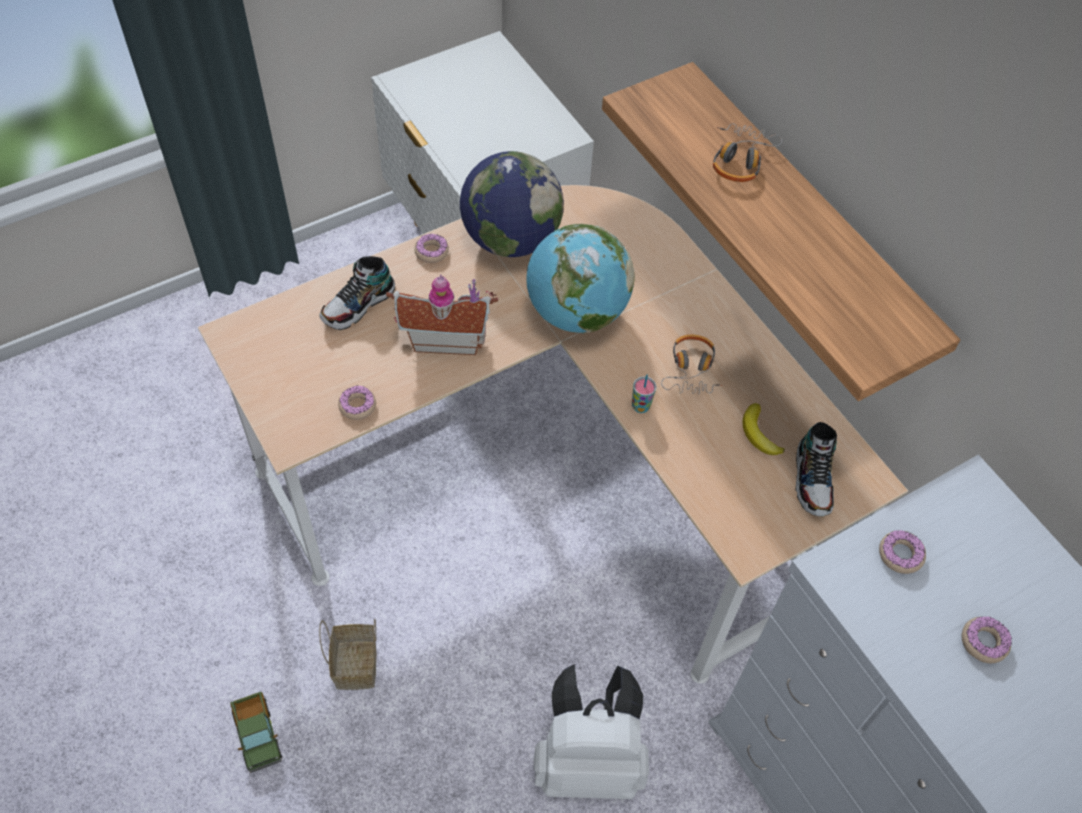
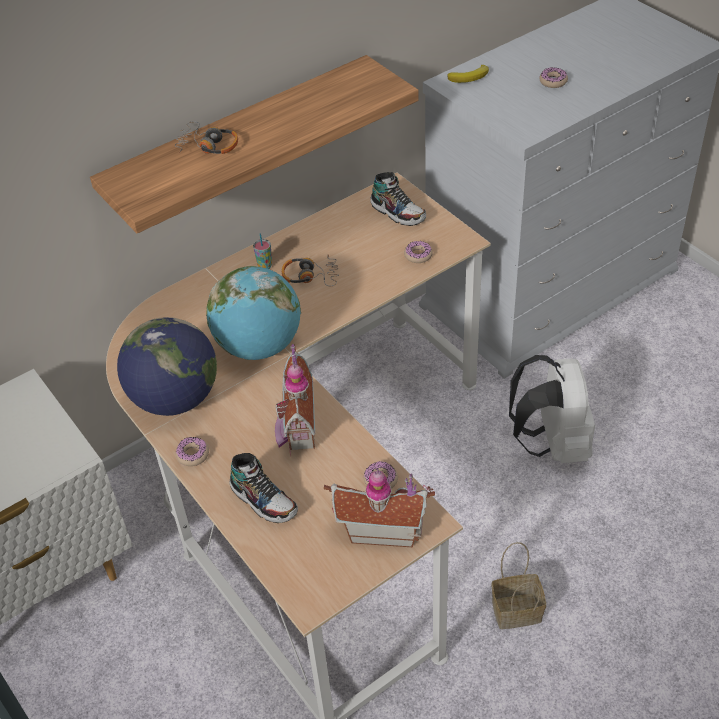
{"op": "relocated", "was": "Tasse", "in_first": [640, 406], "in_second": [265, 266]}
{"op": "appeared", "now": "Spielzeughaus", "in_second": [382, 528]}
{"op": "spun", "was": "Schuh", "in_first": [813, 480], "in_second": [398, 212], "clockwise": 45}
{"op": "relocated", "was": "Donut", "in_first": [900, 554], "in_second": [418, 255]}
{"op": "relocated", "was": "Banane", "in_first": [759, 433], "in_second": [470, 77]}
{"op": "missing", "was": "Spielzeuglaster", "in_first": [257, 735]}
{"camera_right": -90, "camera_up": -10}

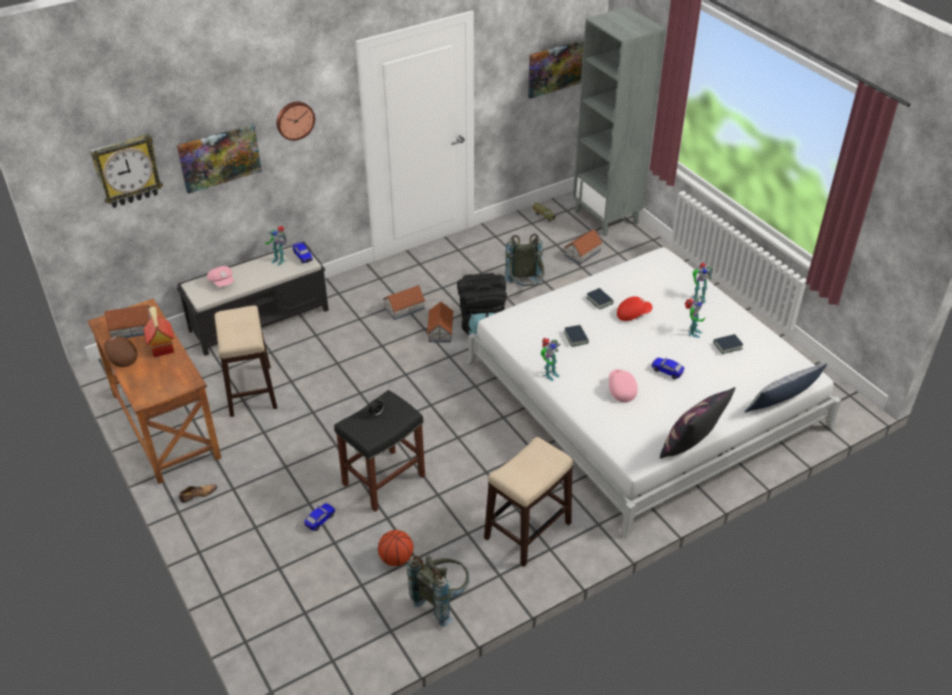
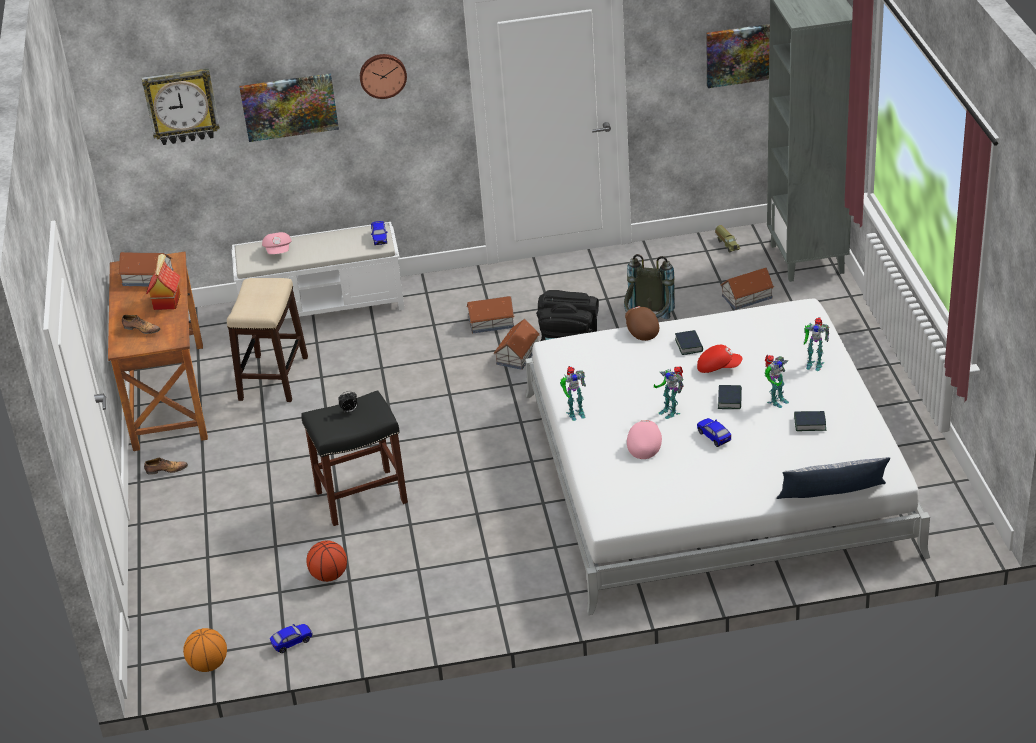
{"op": "appeared", "now": "Schuh", "in_second": [141, 329]}
{"op": "appeared", "now": "Basketball", "in_second": [208, 665]}
{"op": "colour", "was": "Bank (schwarz)", "now": "Bank (weiß)", "in_first": [260, 319], "in_second": [324, 306]}
{"op": "relocated", "was": "Spielzeugauto", "in_first": [320, 520], "in_second": [292, 642]}
{"op": "relocated", "was": "Kappe (braun)", "in_first": [120, 356], "in_second": [640, 329]}
{"op": "relocated", "was": "Spielzeugroboter", "in_first": [279, 259], "in_second": [670, 411]}
{"op": "relocated", "was": "Buch", "in_first": [576, 338], "in_second": [730, 400]}
{"op": "missing", "was": "Rucksack (grau)", "in_first": [442, 600]}
{"op": "missing", "was": "Hocker", "in_first": [528, 530]}
{"op": "missing", "was": "Kissen", "in_first": [690, 445]}
{"camera_right": 25, "camera_up": -5}

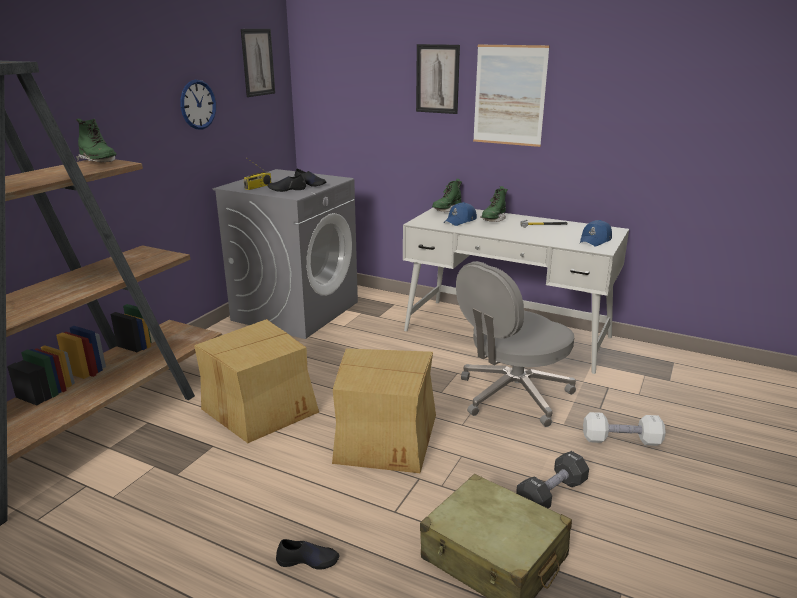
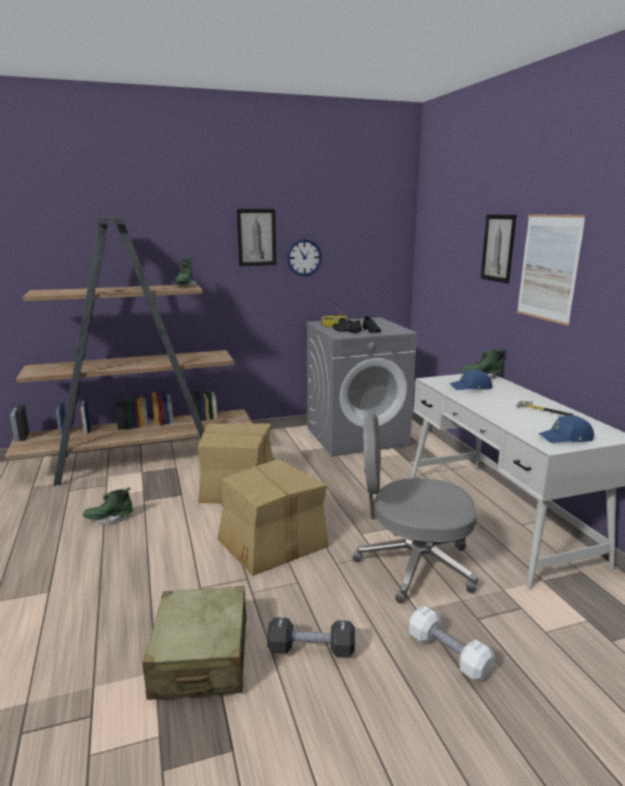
{"op": "relocated", "was": "Stiefel (grün)", "in_first": [493, 220], "in_second": [109, 519]}
{"op": "relocated", "was": "Bild", "in_first": [258, 62], "in_second": [256, 237]}
{"op": "missing", "was": "Schuh (schwarz)", "in_first": [308, 560]}
{"camera_right": 45, "camera_up": -5}

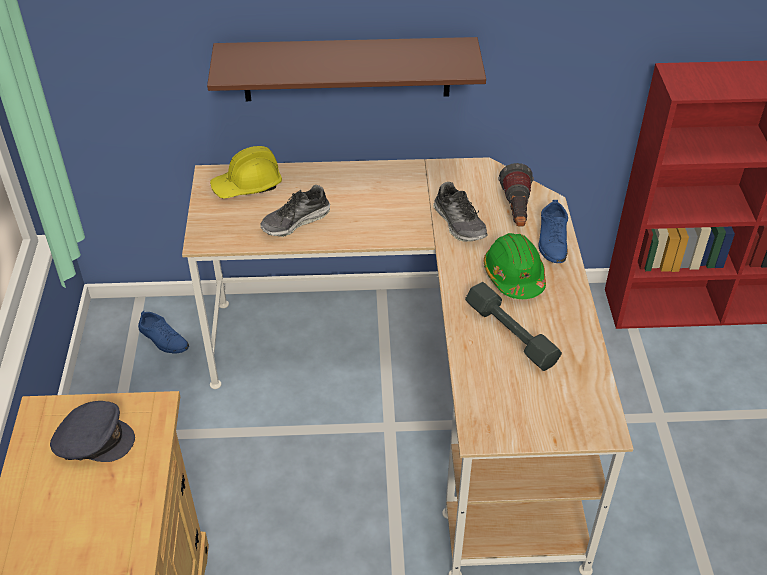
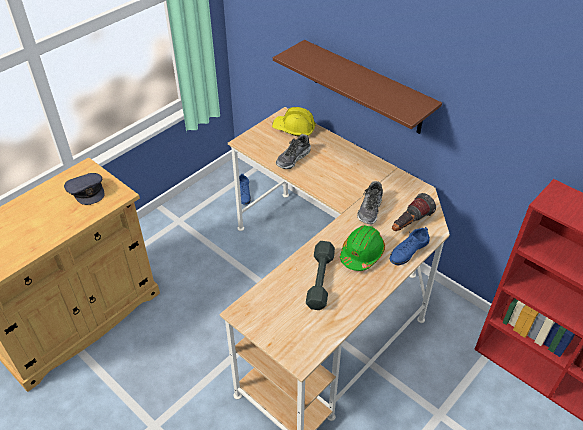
{"op": "spun", "was": "Schuh", "in_first": [296, 221], "in_second": [293, 158], "clockwise": -60}
{"camera_right": 45, "camera_up": 0}

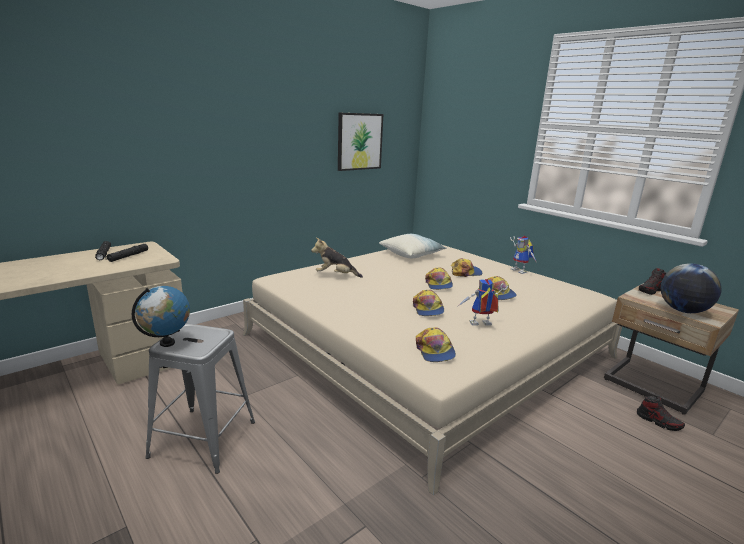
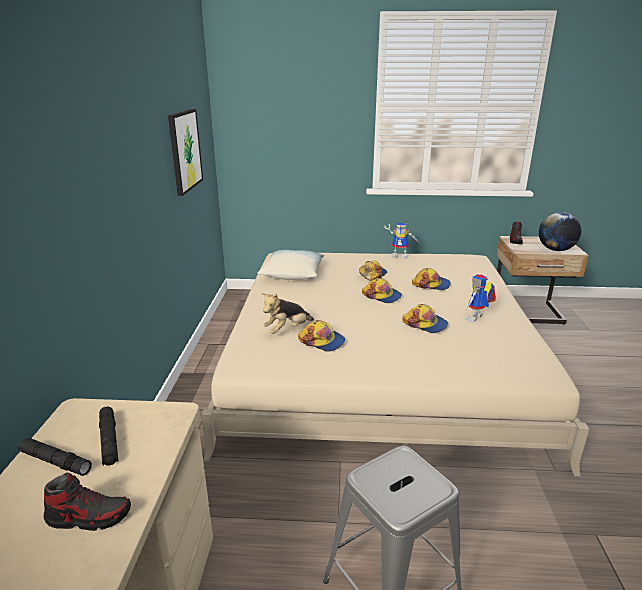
{"op": "relocated", "was": "Schuh", "in_first": [658, 422], "in_second": [89, 517]}
{"op": "relocated", "was": "Kappe", "in_first": [435, 351], "in_second": [322, 341]}
{"op": "missing", "was": "Globus", "in_first": [167, 343]}
{"camera_right": -45, "camera_up": 5}

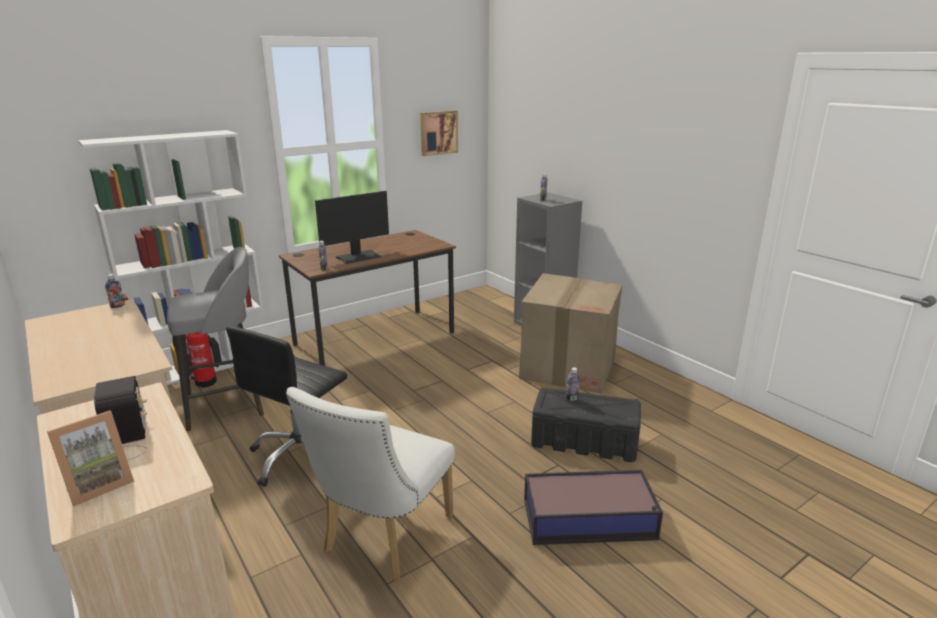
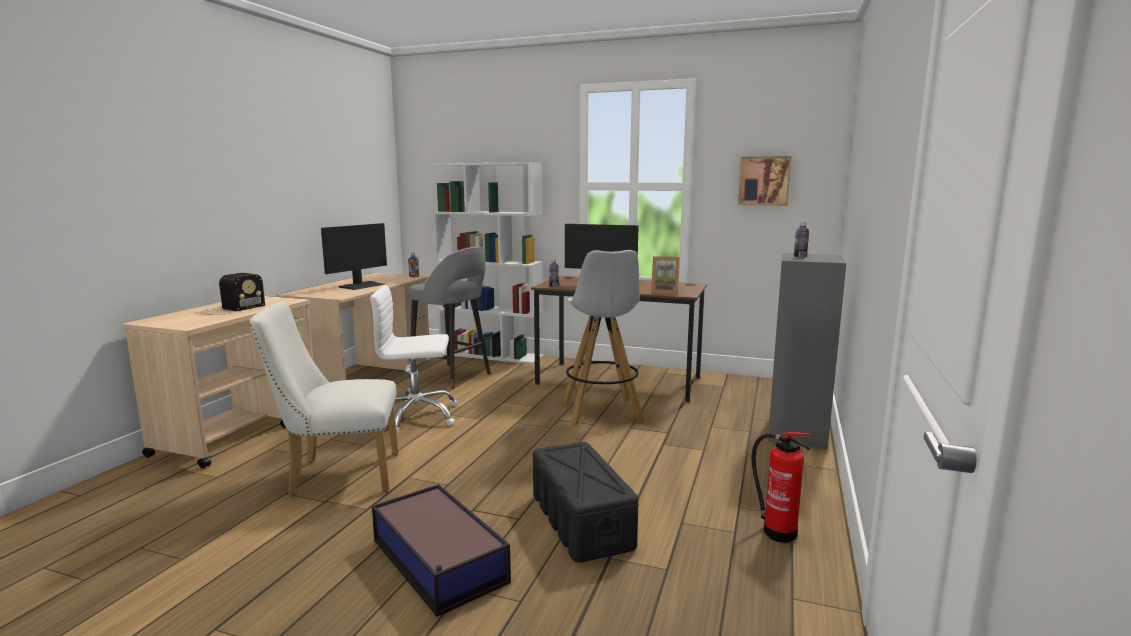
{"op": "appeared", "now": "Monitor", "in_second": [362, 285]}
{"op": "colour", "was": "Bürostuhl (schwarz)", "now": "Bürostuhl (weiß)", "in_first": [301, 456], "in_second": [415, 416]}
{"op": "appeared", "now": "Hocker (weiß)", "in_second": [602, 412]}
{"op": "relocated", "was": "Bilderrahmen", "in_first": [98, 484], "in_second": [664, 292]}
{"op": "relocated", "was": "Feuerlöscher", "in_first": [203, 382], "in_second": [777, 531]}
{"op": "missing", "was": "Karton", "in_first": [568, 366]}
{"op": "missing", "was": "Flasche", "in_first": [572, 398]}
{"camera_right": 55, "camera_up": -10}

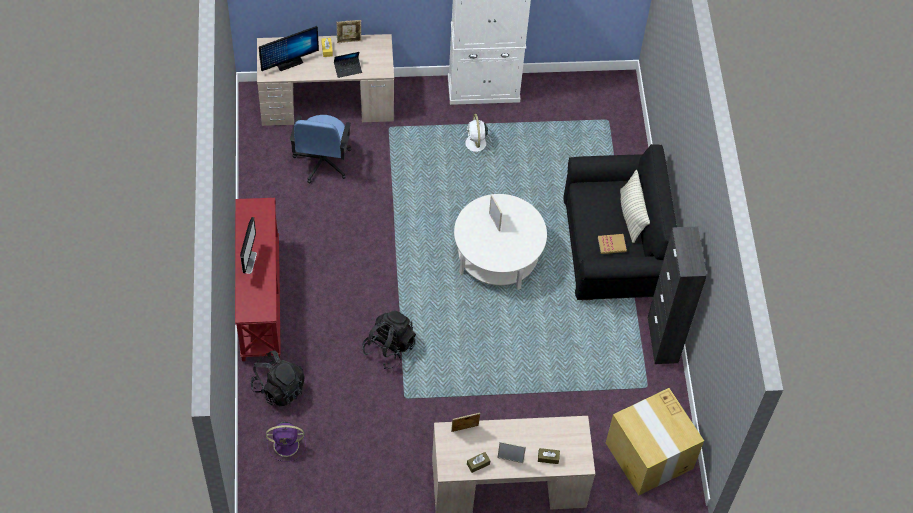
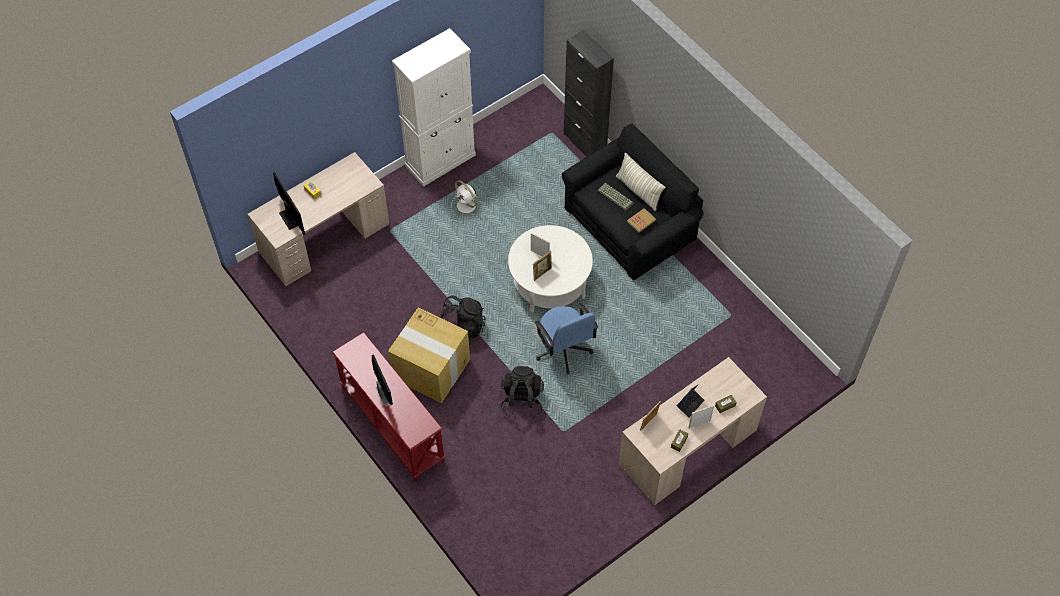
{"op": "spun", "was": "Monitor", "in_first": [289, 62], "in_second": [289, 219], "clockwise": -60}
{"op": "relocated", "was": "Karton", "in_first": [649, 456], "in_second": [432, 369]}
{"op": "relocated", "was": "Rucksack (schwarz)", "in_first": [279, 388], "in_second": [462, 326]}
{"op": "relocated", "was": "Bilderrahmen", "in_first": [349, 40], "in_second": [542, 273]}
{"op": "relocated", "was": "Bürostuhl (blau)", "in_first": [322, 162], "in_second": [563, 350]}
{"op": "relocated", "was": "Schrank (schwarz)", "in_first": [662, 340], "in_second": [585, 143]}
{"op": "appeared", "now": "Tastatur", "in_second": [616, 197]}
{"op": "relocated", "was": "Laptop", "in_first": [348, 69], "in_second": [690, 404]}
{"op": "missing", "was": "Ventilator (lila)", "in_first": [287, 445]}
{"camera_right": -30, "camera_up": 0}

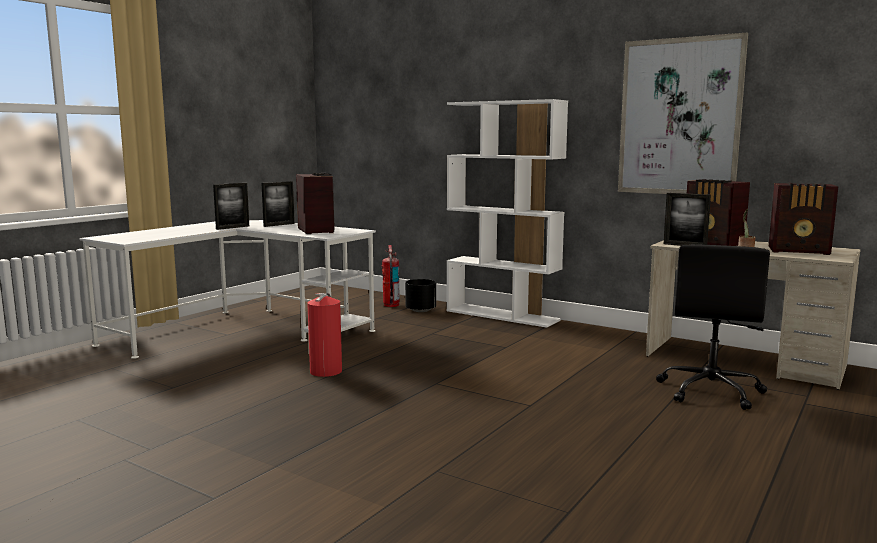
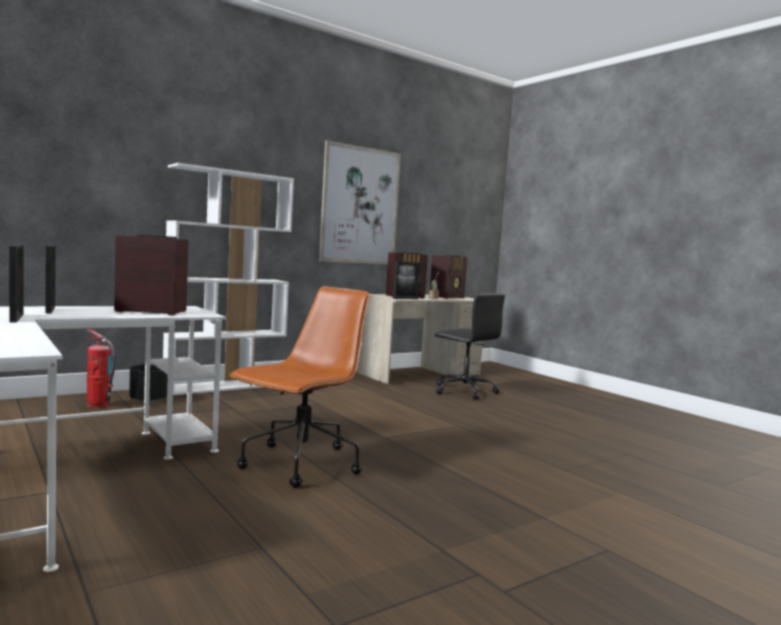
{"op": "exchanged", "was": "Feuerlöscher", "now": "Bürostuhl (braun)", "in_first": [326, 370], "in_second": [300, 465]}
{"camera_right": -70, "camera_up": -5}

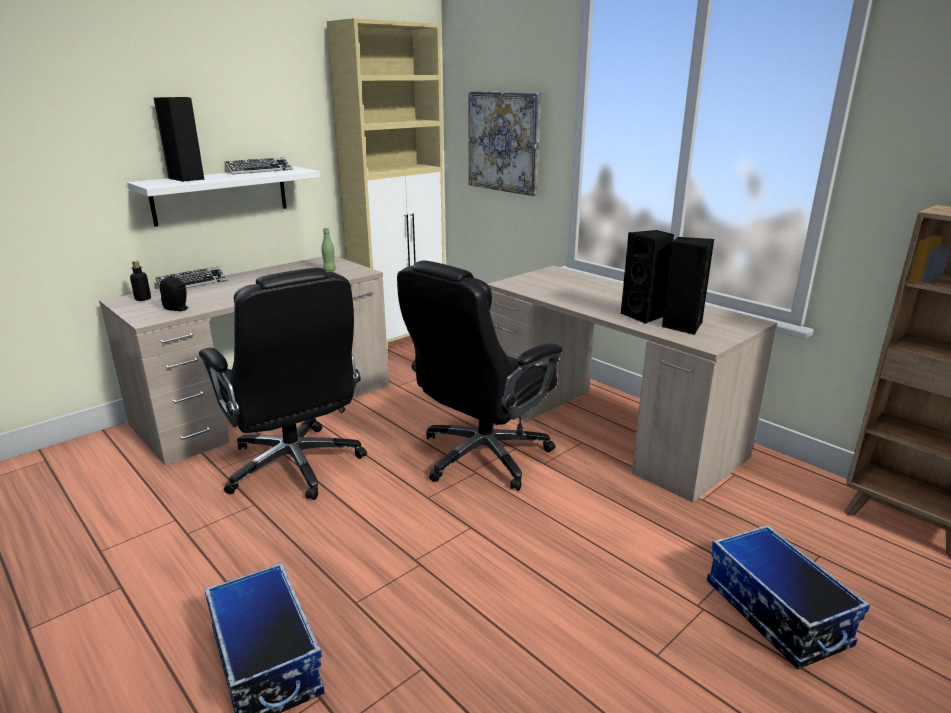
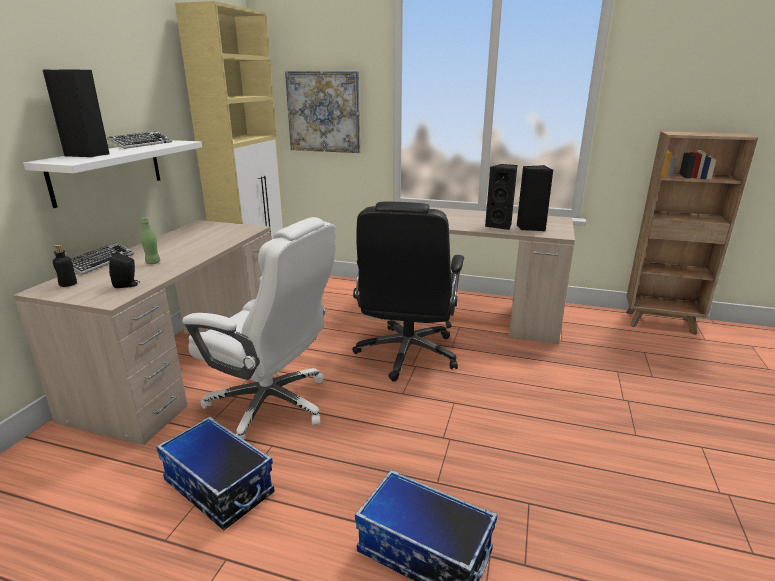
{"op": "relocated", "was": "Flasche (grün)", "in_first": [329, 270], "in_second": [153, 262]}
{"op": "relocated", "was": "Aufbewahrungsbox", "in_first": [774, 613], "in_second": [217, 488]}
{"op": "colour", "was": "Bürostuhl (schwarz)", "now": "Bürostuhl (weiß)", "in_first": [295, 466], "in_second": [272, 405]}
{"camera_right": -30, "camera_up": 0}

